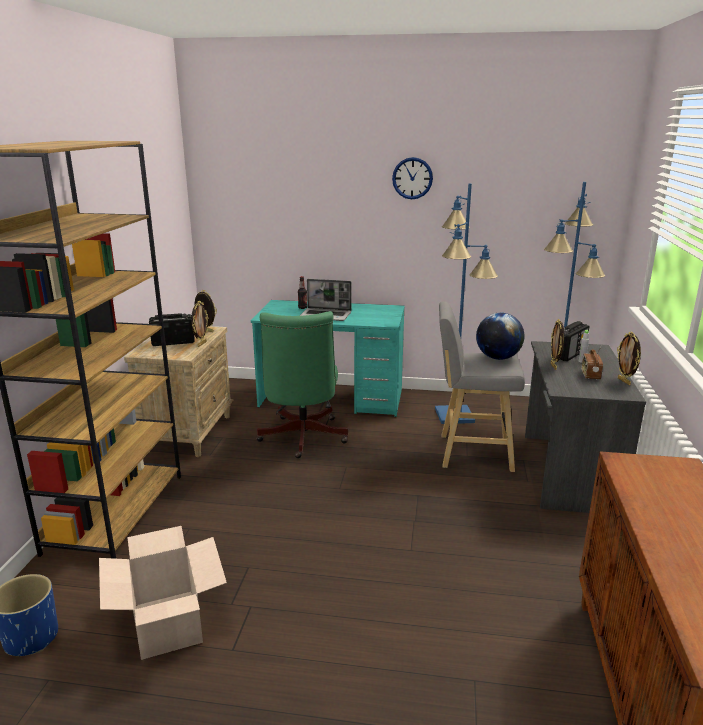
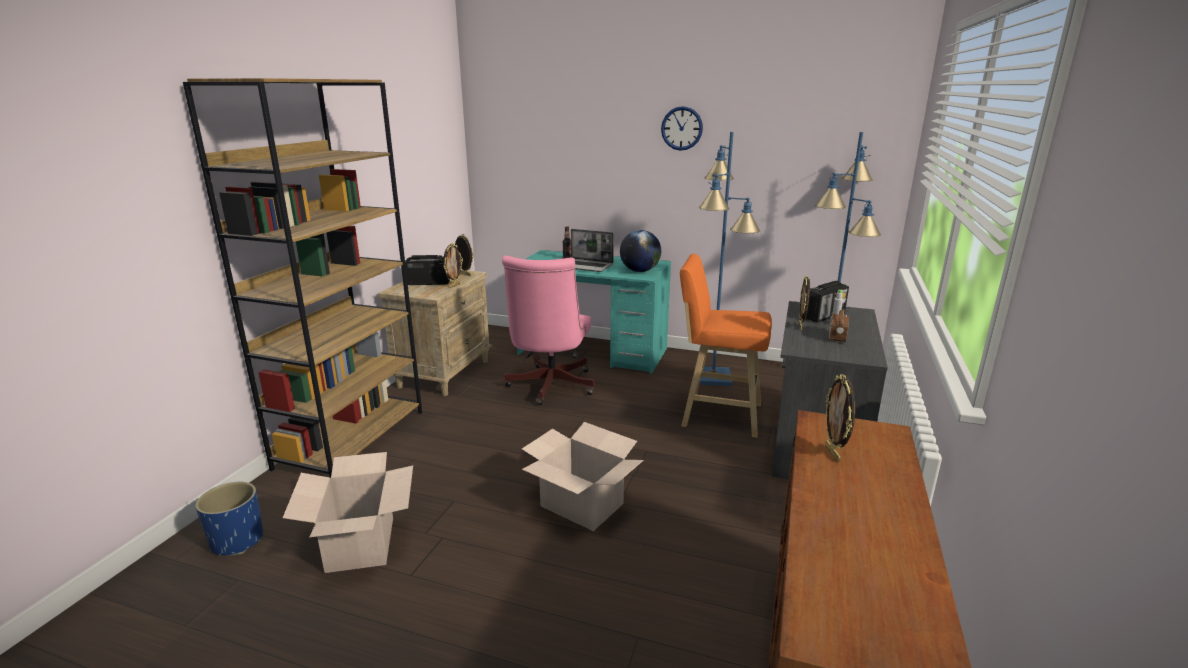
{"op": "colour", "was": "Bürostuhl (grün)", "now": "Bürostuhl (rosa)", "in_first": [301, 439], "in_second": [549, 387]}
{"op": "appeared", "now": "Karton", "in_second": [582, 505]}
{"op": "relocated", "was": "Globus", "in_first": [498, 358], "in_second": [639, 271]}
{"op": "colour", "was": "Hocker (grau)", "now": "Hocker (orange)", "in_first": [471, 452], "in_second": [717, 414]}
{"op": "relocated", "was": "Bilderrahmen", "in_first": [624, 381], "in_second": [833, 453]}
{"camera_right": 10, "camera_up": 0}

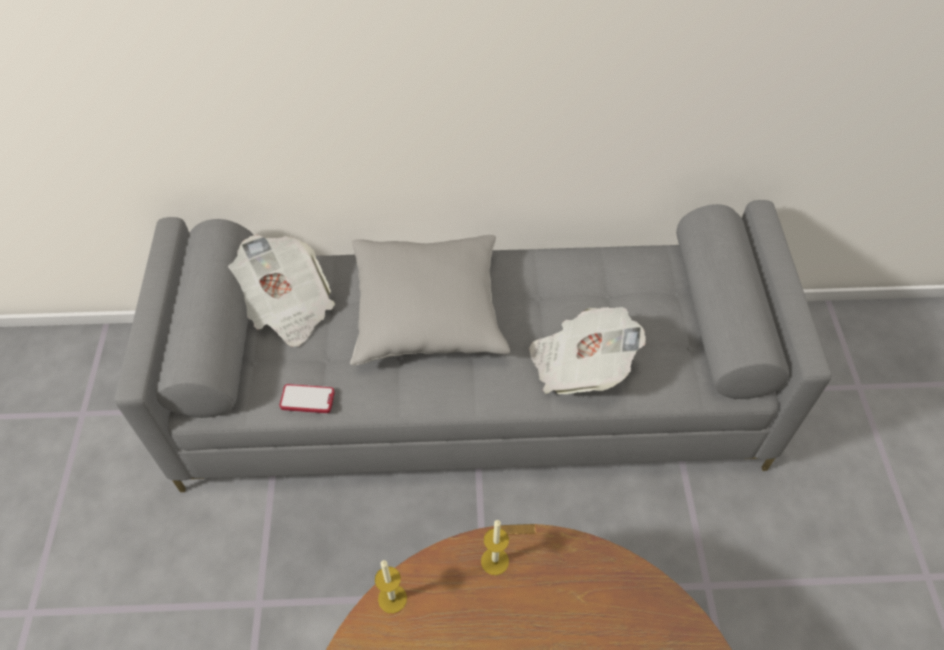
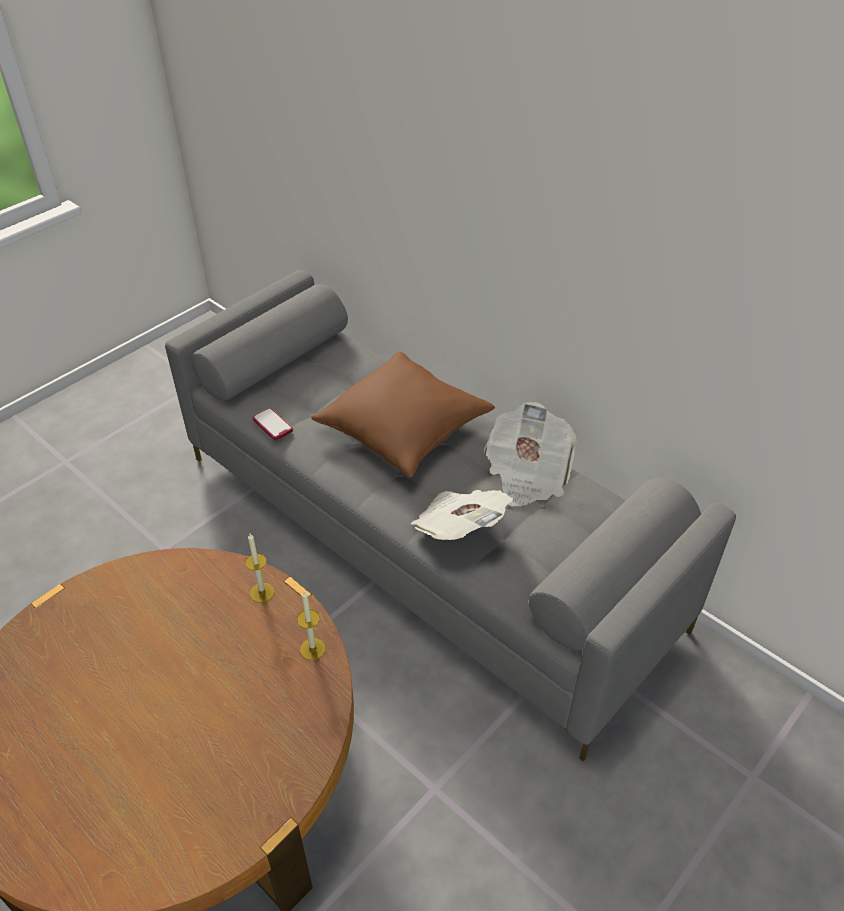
{"op": "relocated", "was": "Kerze", "in_first": [392, 598], "in_second": [312, 649]}
{"op": "colour", "was": "Kissen (grau)", "now": "Kissen (braun)", "in_first": [428, 312], "in_second": [404, 429]}
{"op": "relocated", "was": "Zeitung", "in_first": [286, 306], "in_second": [527, 474]}
{"camera_right": 45, "camera_up": -10}

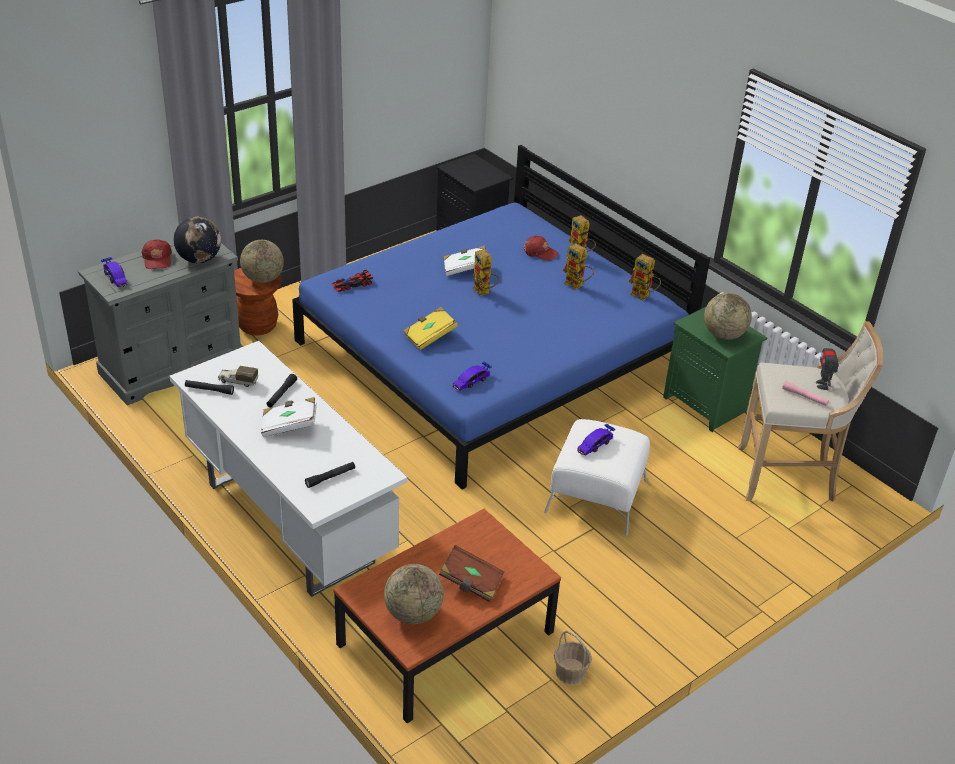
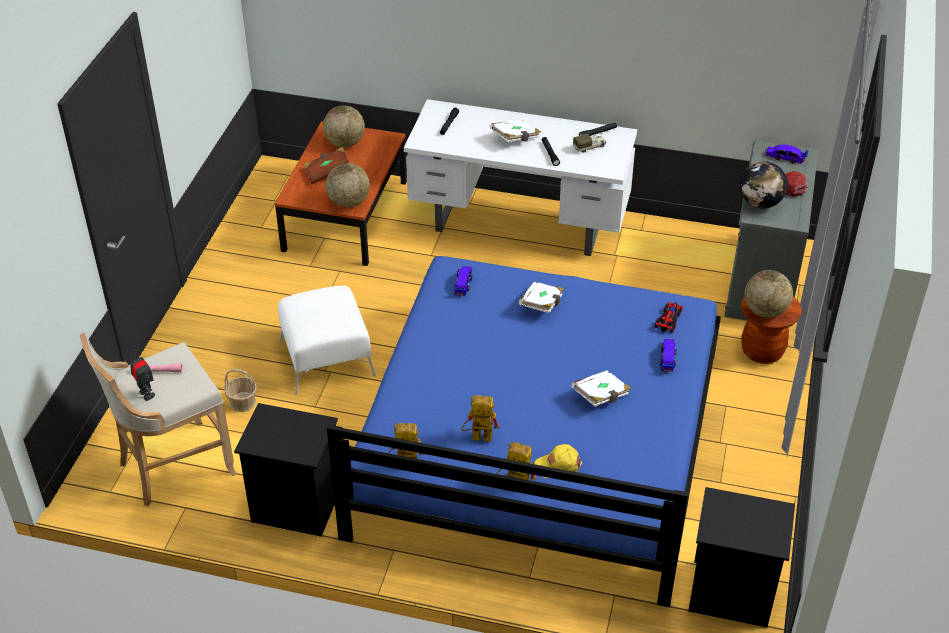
{"op": "relocated", "was": "Korb", "in_first": [570, 672], "in_second": [242, 402]}
{"op": "colour", "was": "Nachttisch (grün)", "now": "Nachttisch (schwarz)", "in_first": [706, 405], "in_second": [294, 507]}
{"op": "relocated", "was": "Globus", "in_first": [723, 335], "in_second": [349, 202]}
{"op": "colour", "was": "Buch (gelb)", "now": "Buch (weiß)", "in_first": [429, 336], "in_second": [542, 305]}
{"op": "colour", "was": "Kappe (rot)", "now": "Kappe (gelb)", "in_first": [540, 252], "in_second": [558, 465]}
{"op": "relocated", "was": "Spielzeugauto", "in_first": [595, 445], "in_second": [667, 358]}
{"op": "missing", "was": "Spielzeugroboter", "in_first": [484, 292]}
{"camera_right": 145, "camera_up": 5}

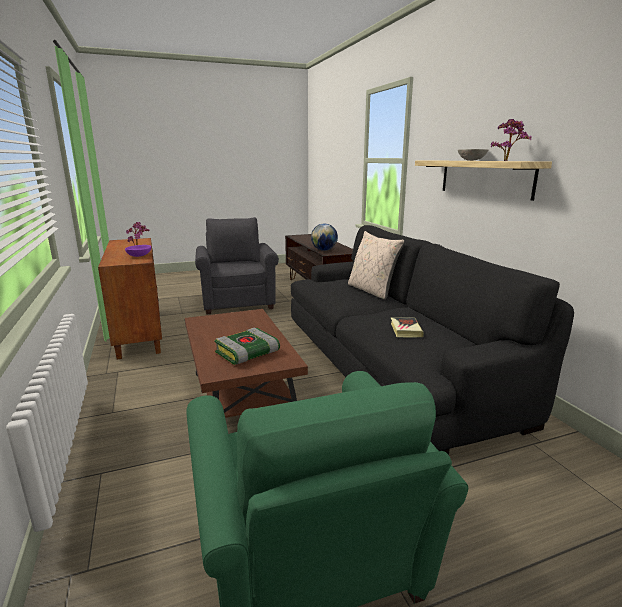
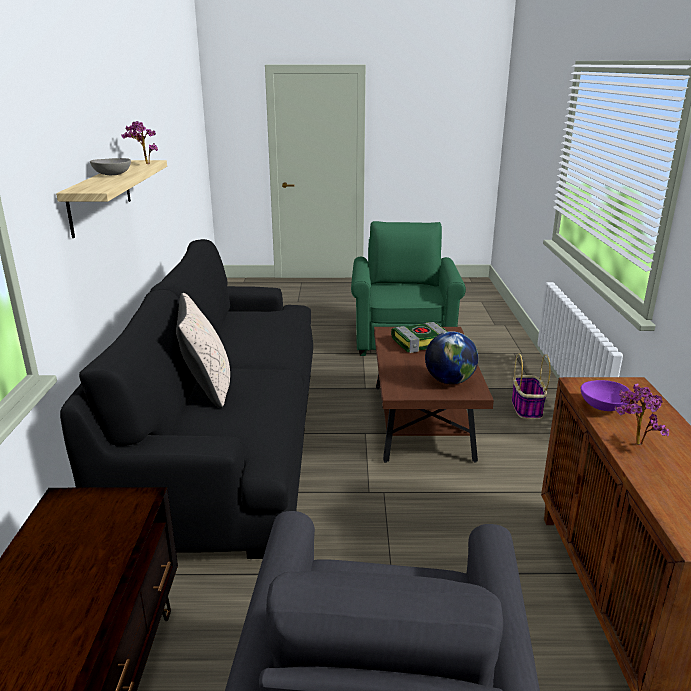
{"op": "relocated", "was": "Globus", "in_first": [324, 250], "in_second": [449, 381]}
{"op": "appeared", "now": "Korb", "in_second": [526, 408]}
{"op": "missing", "was": "Buch", "in_first": [405, 330]}
{"camera_right": -160, "camera_up": 5}

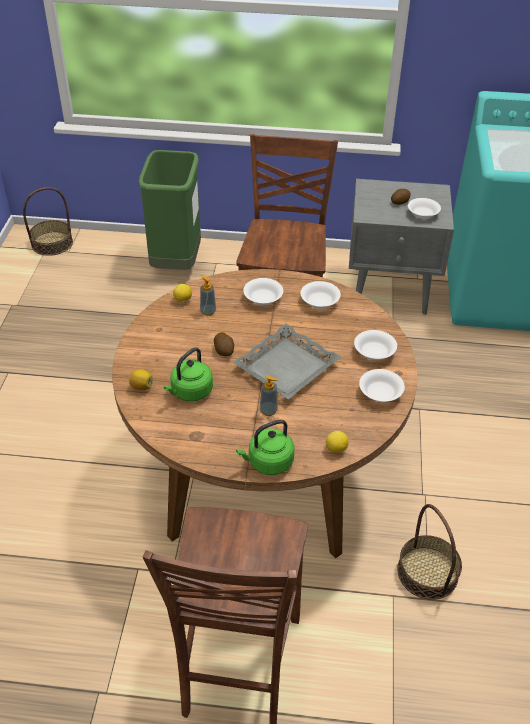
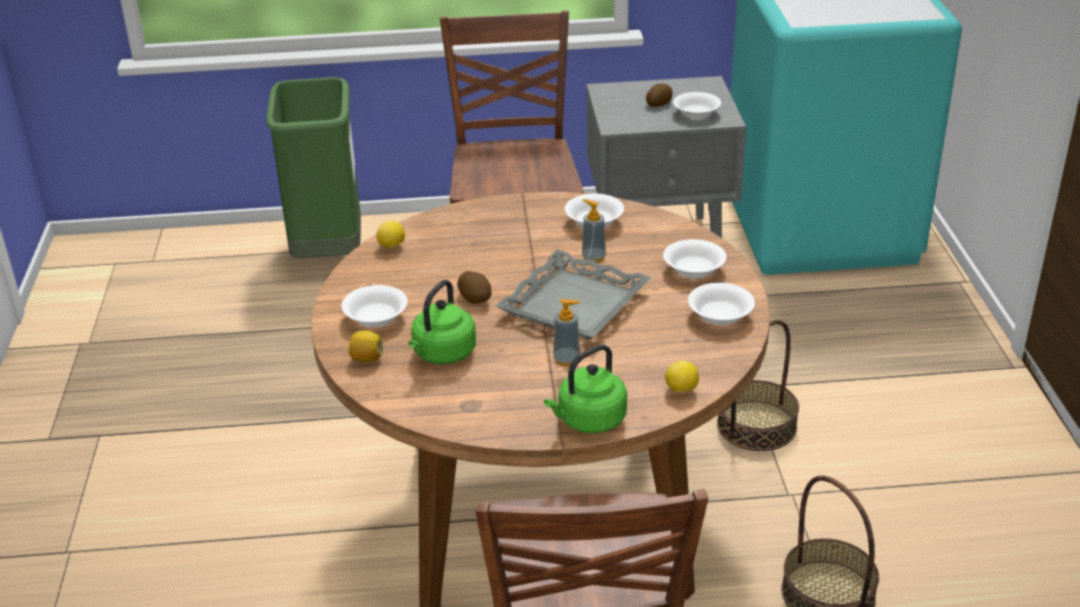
{"op": "relocated", "was": "Schüssel (weiß)", "in_first": [263, 298], "in_second": [376, 317]}
{"op": "relocated", "was": "Seifenspender", "in_first": [208, 311], "in_second": [593, 257]}
{"op": "relocated", "was": "Korb", "in_first": [52, 243], "in_second": [756, 426]}
{"camera_right": -10, "camera_up": -10}

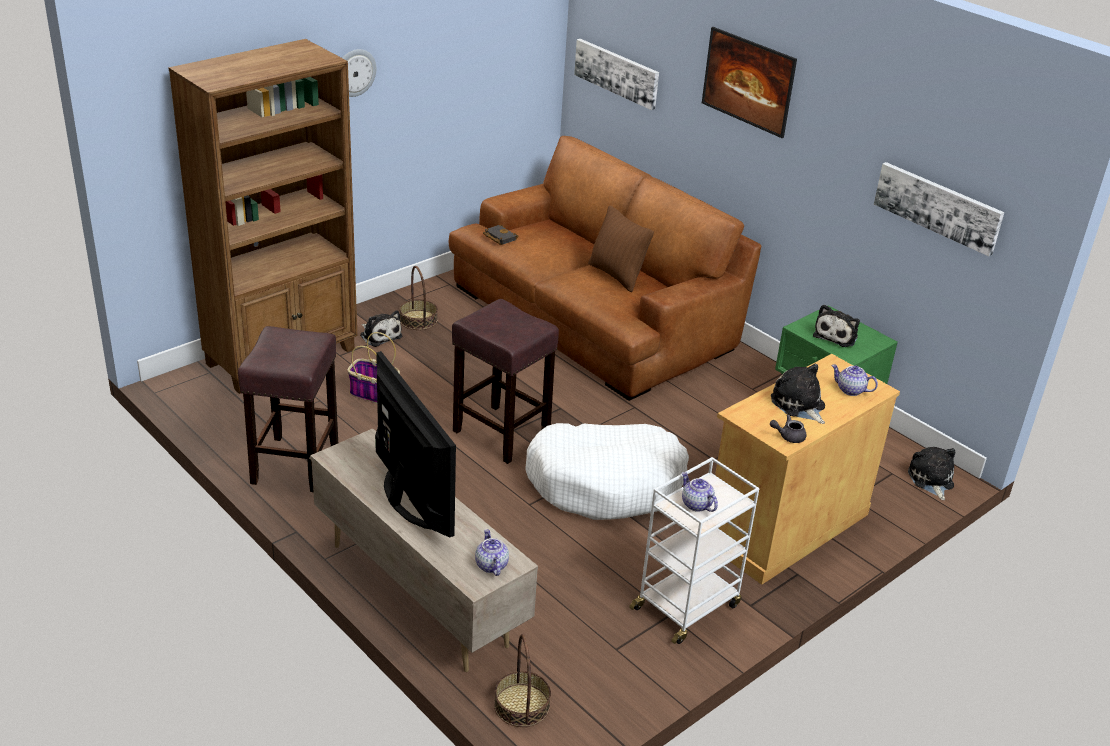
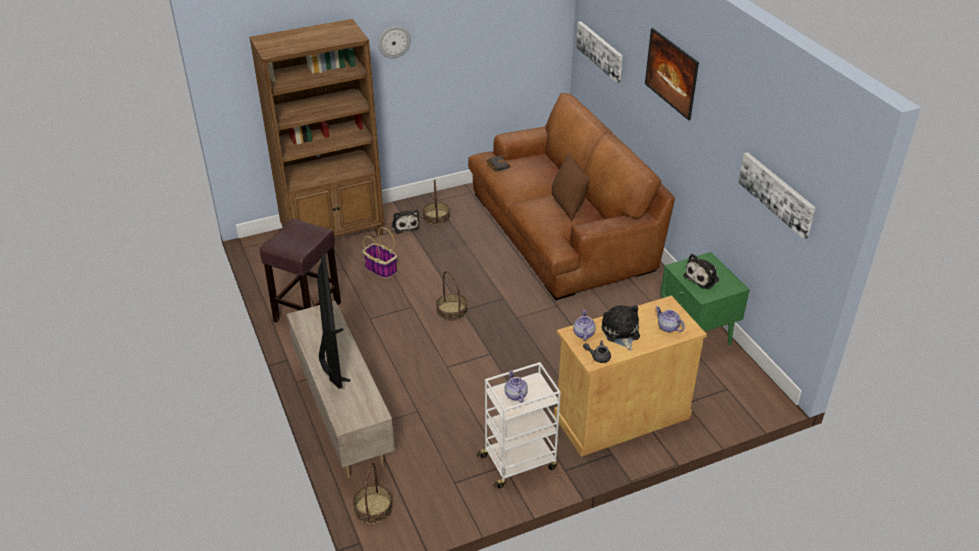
{"op": "exchanged", "was": "Hocker (braun)", "now": "Korb", "in_first": [499, 433], "in_second": [451, 311]}
{"op": "relocated", "was": "Teekanne", "in_first": [491, 565], "in_second": [583, 333]}
{"op": "missing", "was": "Hundebett (weiß)", "in_first": [606, 483]}
{"op": "missing", "was": "Plüschtier", "in_first": [931, 480]}
{"camera_right": 20, "camera_up": 5}

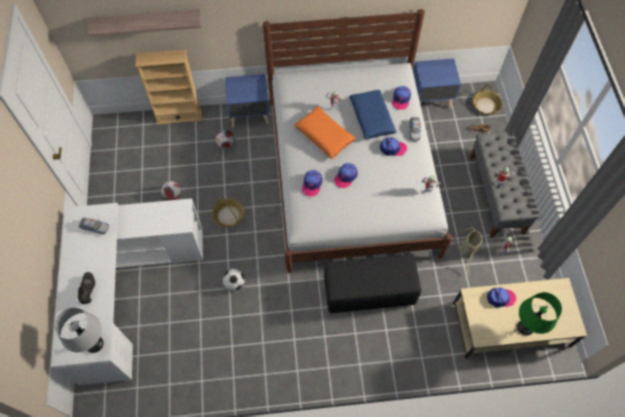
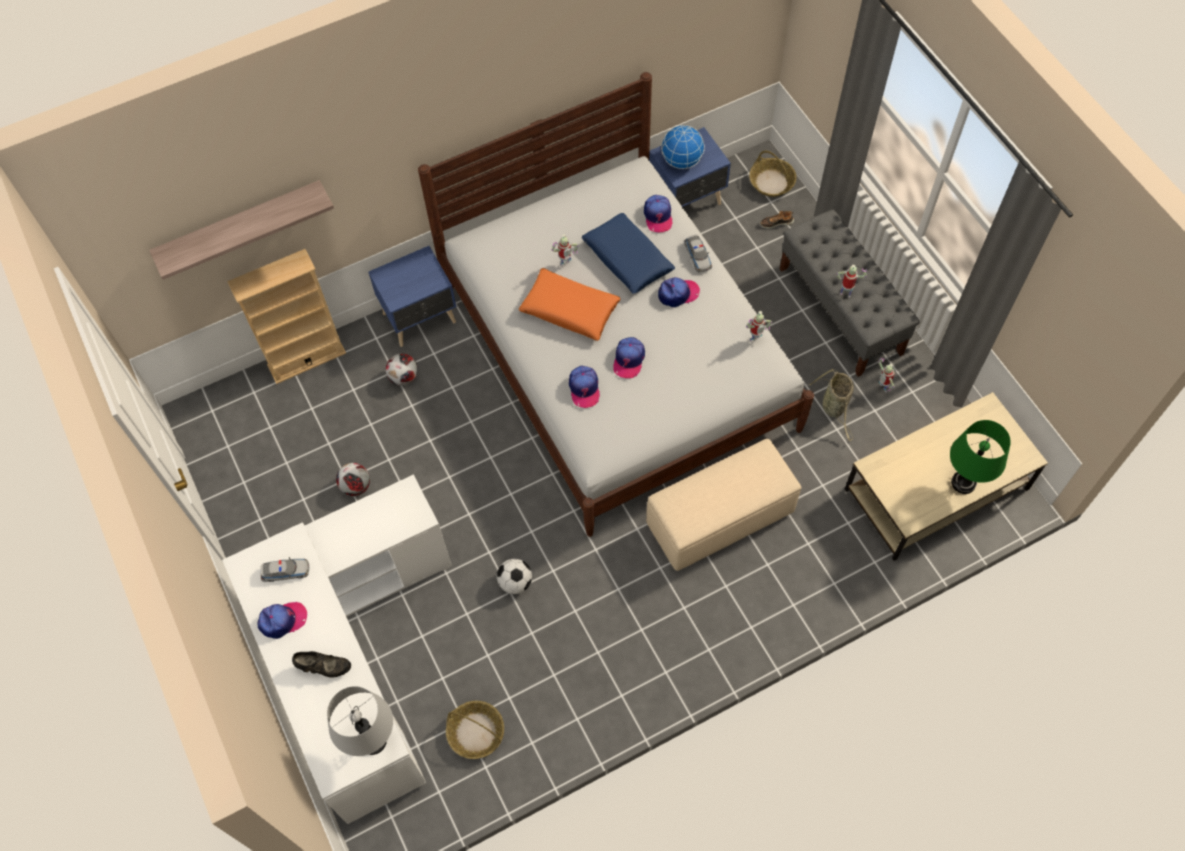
{"op": "relocated", "was": "Kappe", "in_first": [500, 298], "in_second": [282, 620]}
{"op": "spun", "was": "Schuh (schwarz)", "in_first": [88, 290], "in_second": [324, 667], "clockwise": 120}
{"op": "relocated", "was": "Korb", "in_first": [228, 215], "in_second": [475, 732]}
{"op": "colour", "was": "Polsterhocker (schwarz)", "now": "Polsterhocker (beige)", "in_first": [370, 291], "in_second": [720, 518]}
{"op": "appeared", "now": "Globus", "in_second": [681, 160]}
{"camera_right": -20, "camera_up": 0}

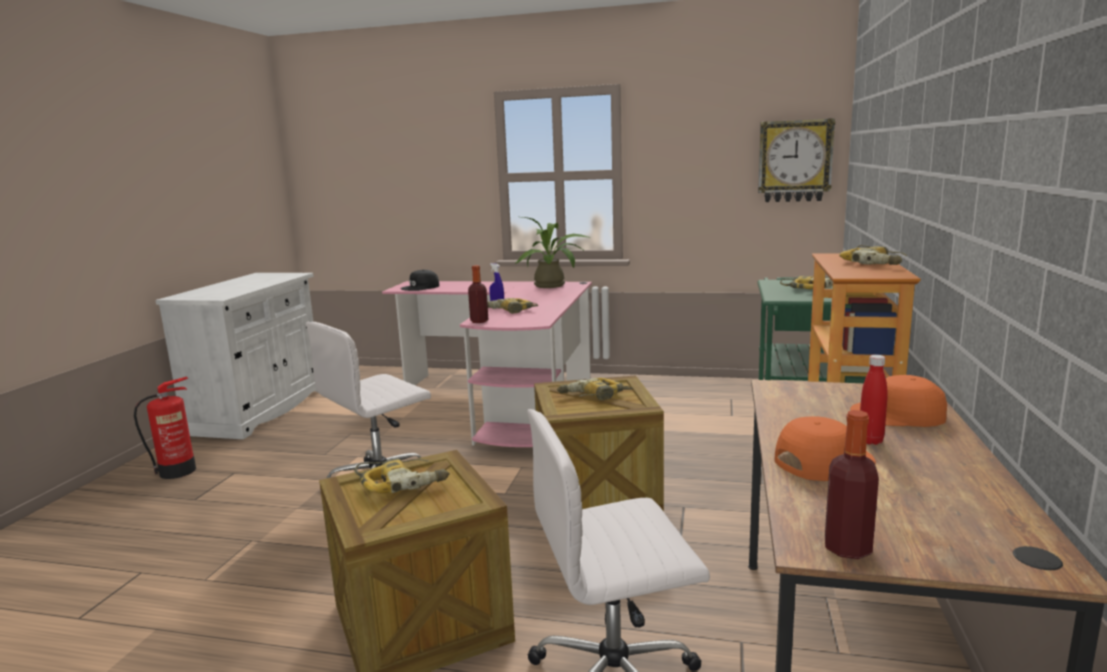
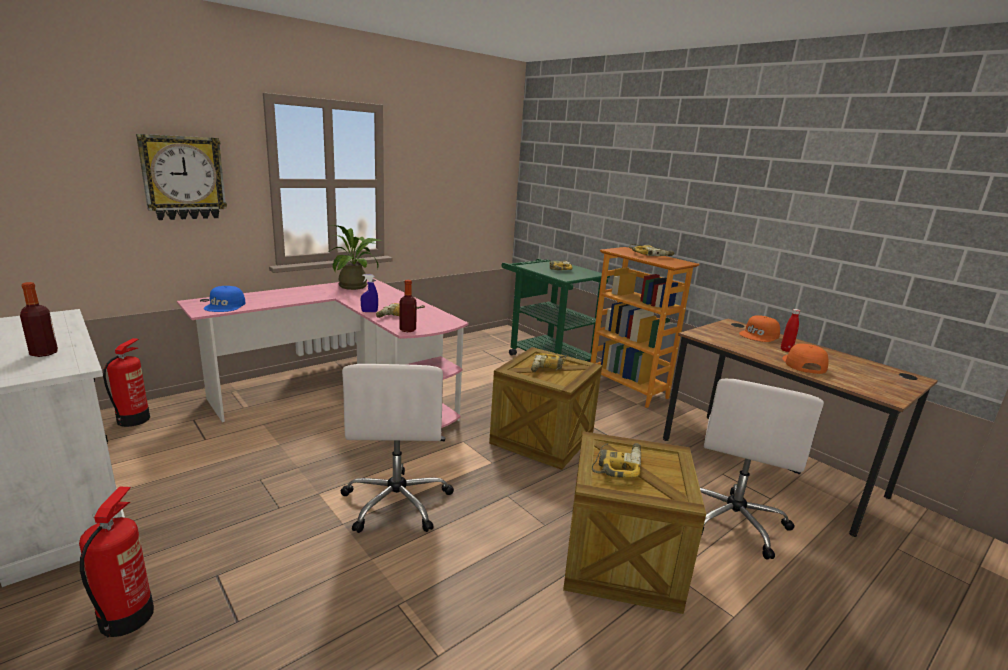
{"op": "relocated", "was": "Flasche", "in_first": [847, 548], "in_second": [44, 353]}
{"op": "appeared", "now": "Feuerlöscher", "in_second": [134, 419]}
{"op": "relocated", "was": "Wanduhr", "in_first": [794, 161], "in_second": [183, 178]}
{"op": "colour", "was": "Kappe (schwarz)", "now": "Kappe (blau)", "in_first": [420, 287], "in_second": [225, 306]}
{"camera_right": -55, "camera_up": 5}

